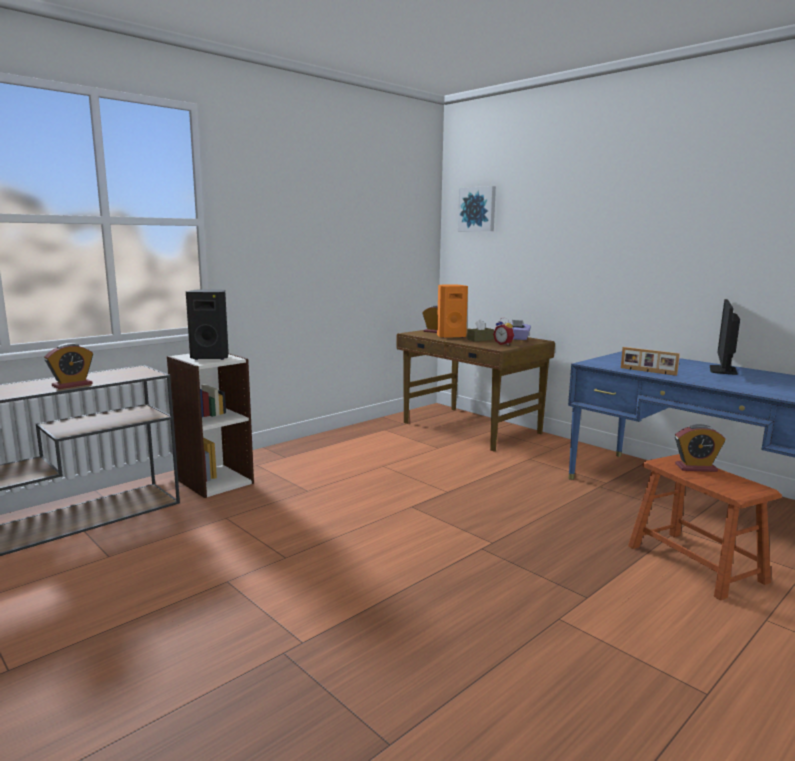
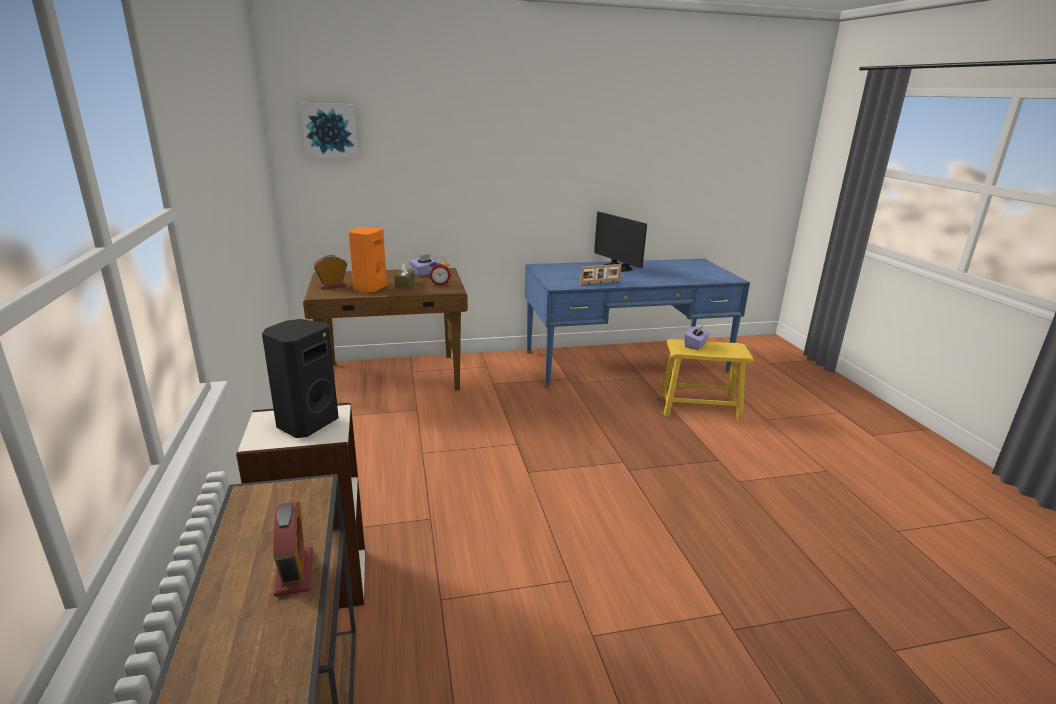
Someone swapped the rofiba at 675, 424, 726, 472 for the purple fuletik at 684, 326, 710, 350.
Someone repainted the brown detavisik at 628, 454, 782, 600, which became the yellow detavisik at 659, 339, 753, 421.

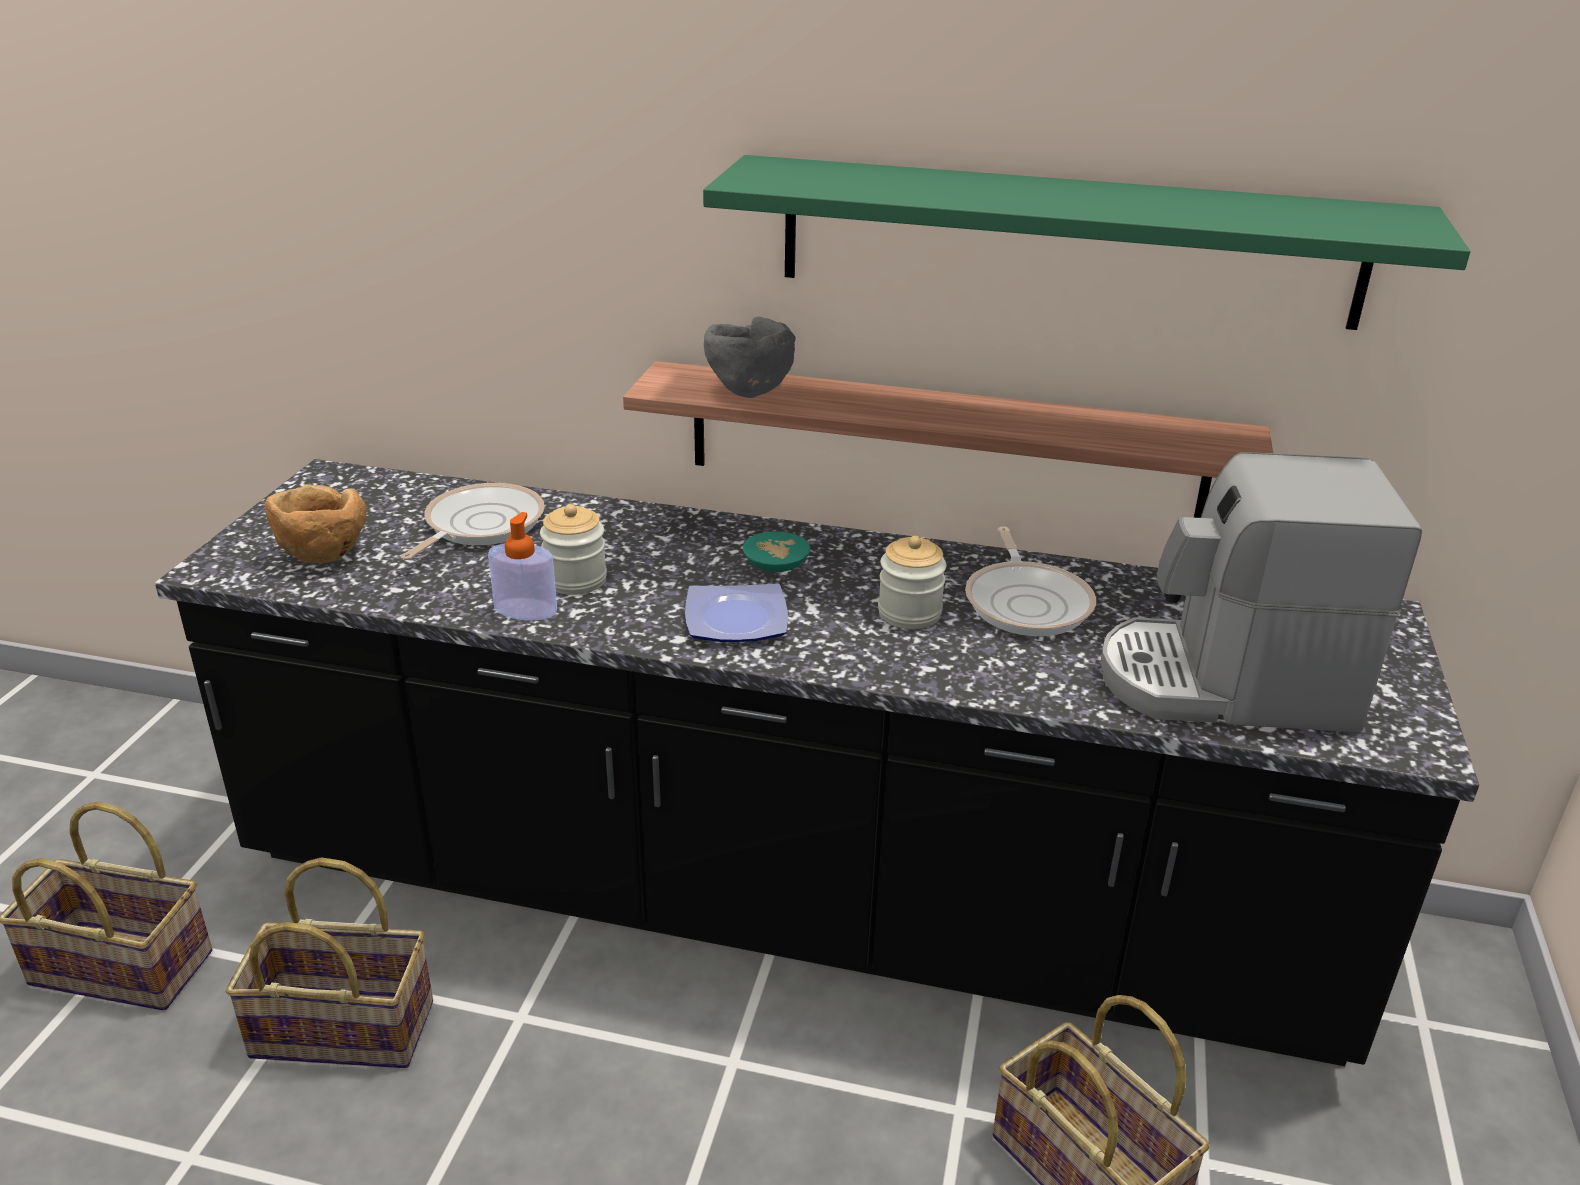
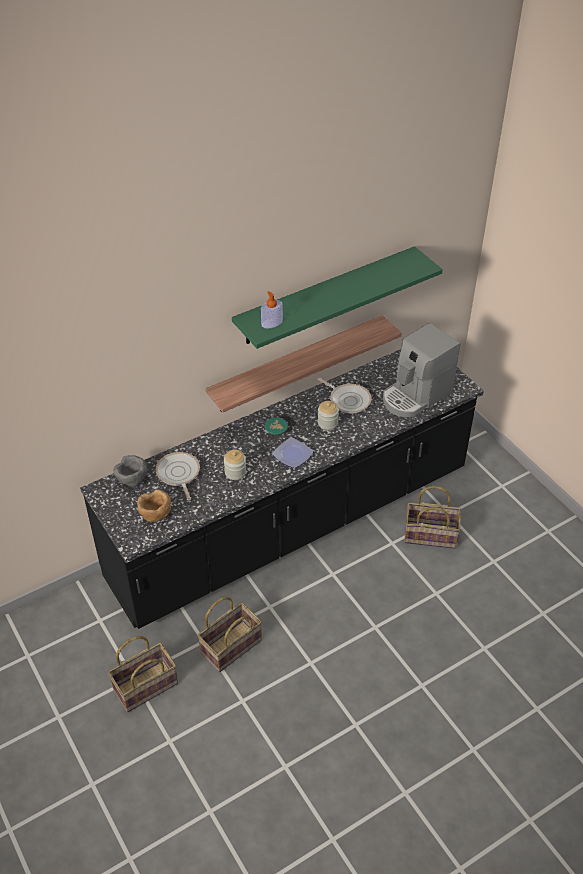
Someone carried the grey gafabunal from 704, 317, 796, 398 to 113, 455, 147, 487.
Someone carried the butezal from 488, 512, 557, 621 to 261, 291, 283, 329.

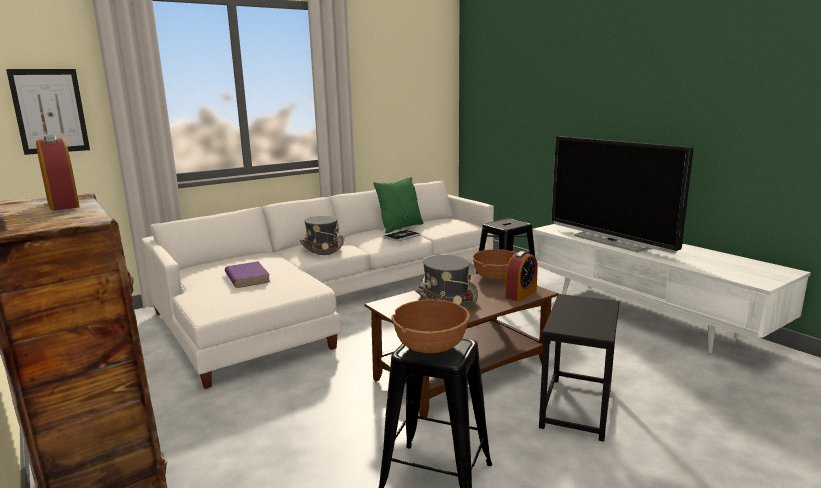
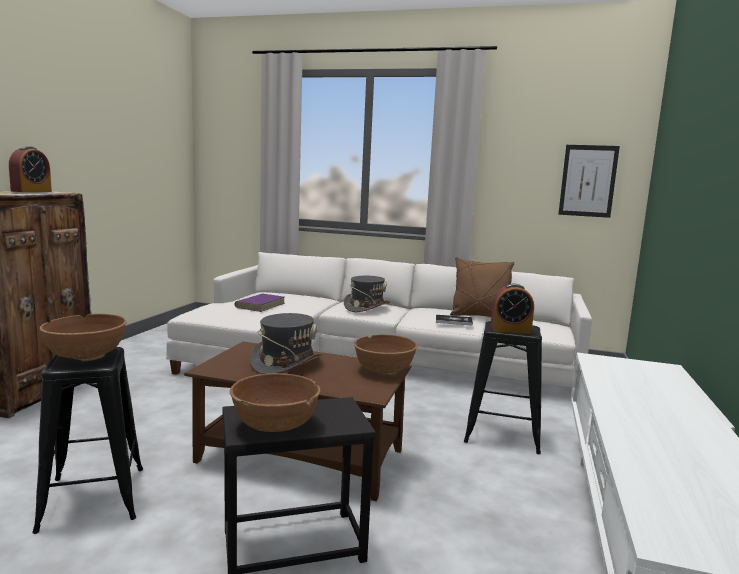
Someone carried the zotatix from 6, 69, 90, 155 to 558, 145, 620, 218.
Someone took away the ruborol at 552, 136, 694, 254.
Someone repainted the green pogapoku at 373, 177, 423, 233, which became the brown pogapoku at 450, 257, 514, 317.
Someone carried the rofiba from 506, 251, 538, 302 to 490, 283, 534, 334.
Someone put down the brown gafabunal at 230, 373, 321, 432.

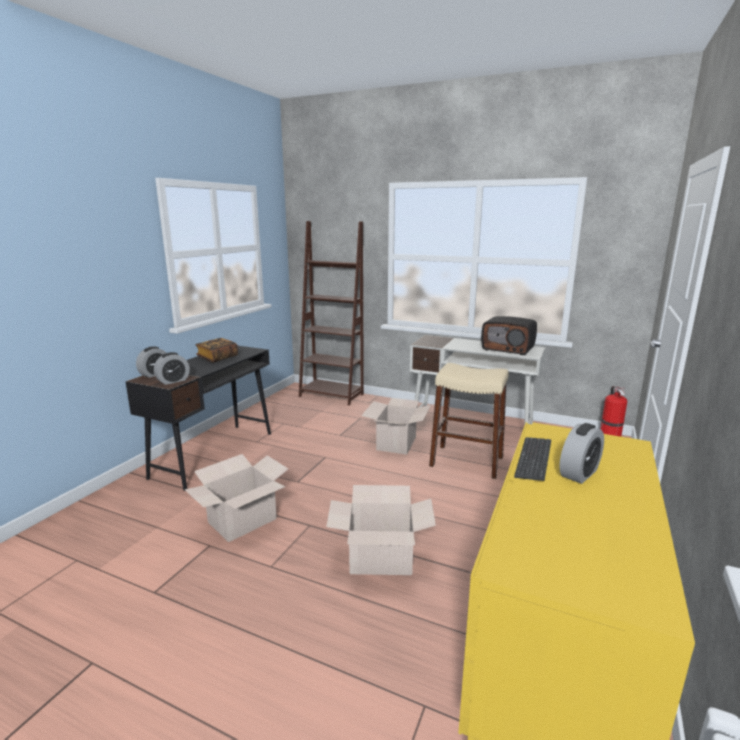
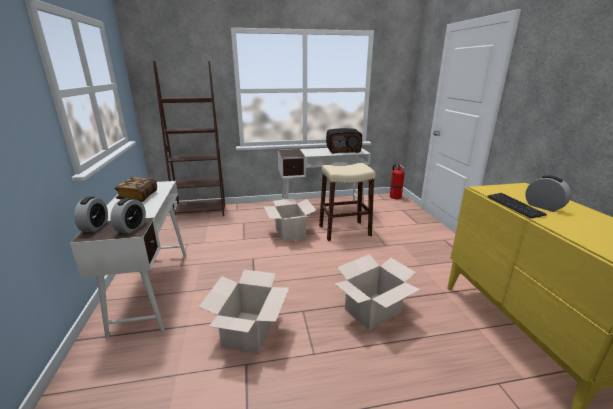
Someone repainted the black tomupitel at 125, 346, 271, 491, which became the white tomupitel at 70, 181, 186, 339.
Someone rotated the rofiba at 559, 423, 604, 484 by 45 degrees counterclockwise.

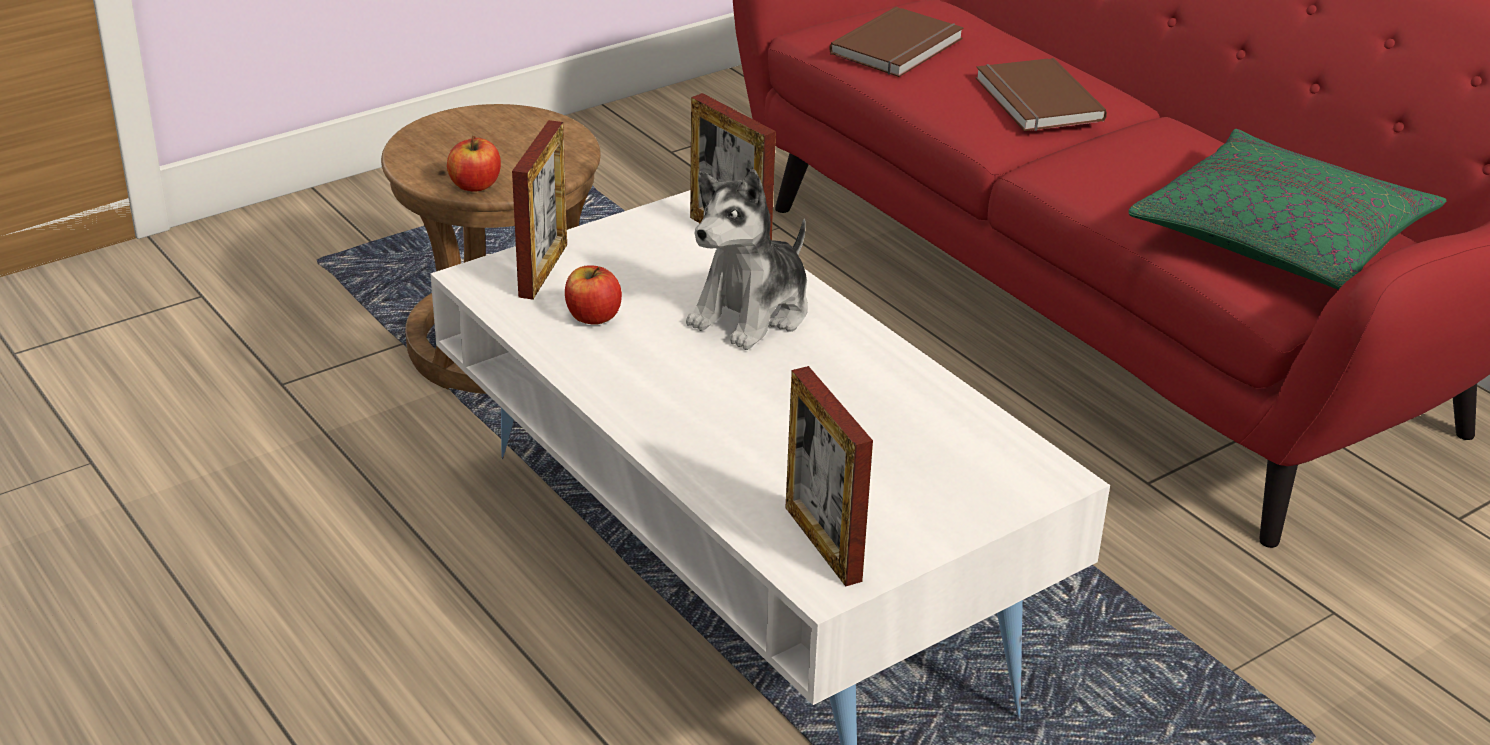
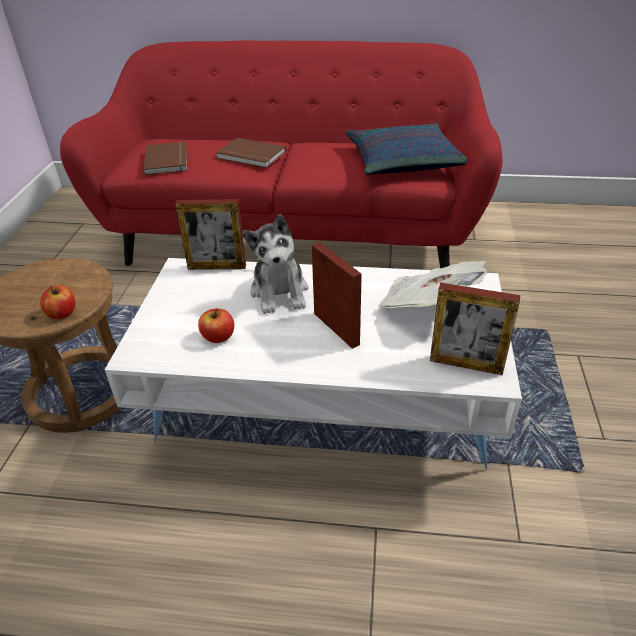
Someone carried the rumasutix from 512, 120, 567, 300 to 312, 242, 362, 349.
Someone repainted the green pogapoku at 1128, 129, 1446, 290, which became the blue pogapoku at 345, 123, 467, 175.
Someone put down the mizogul at 378, 261, 487, 308.

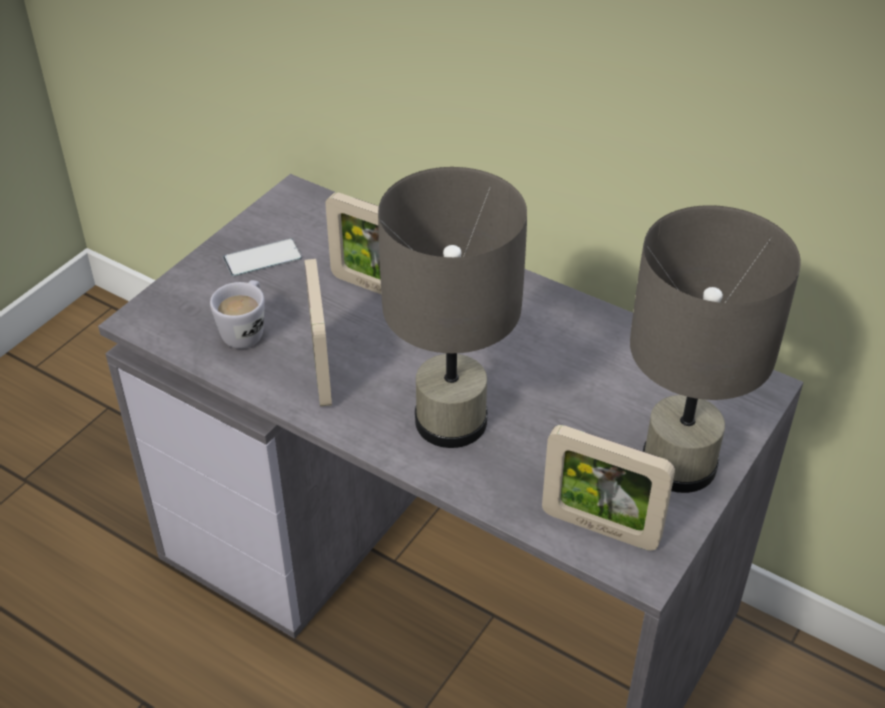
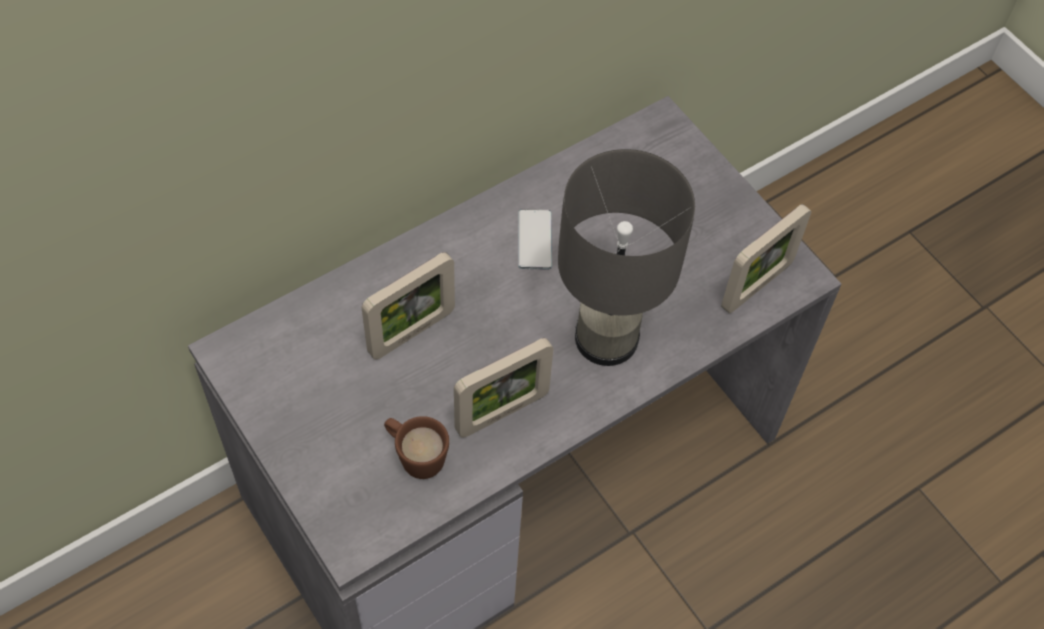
Someone took away the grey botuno at 630, 205, 801, 493.
Someone carried the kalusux from 223, 239, 302, 276 to 518, 209, 552, 270.
Someone rotated the rumasutix at 304, 259, 332, 407 by 135 degrees clockwise.
Someone repainted the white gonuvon at 210, 280, 265, 349, which became the brown gonuvon at 384, 416, 449, 479.

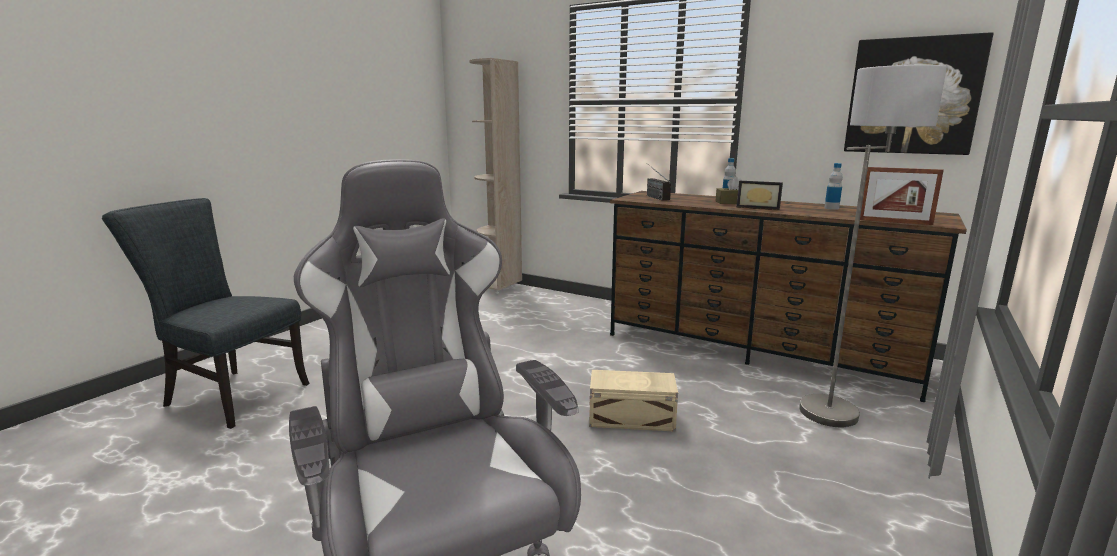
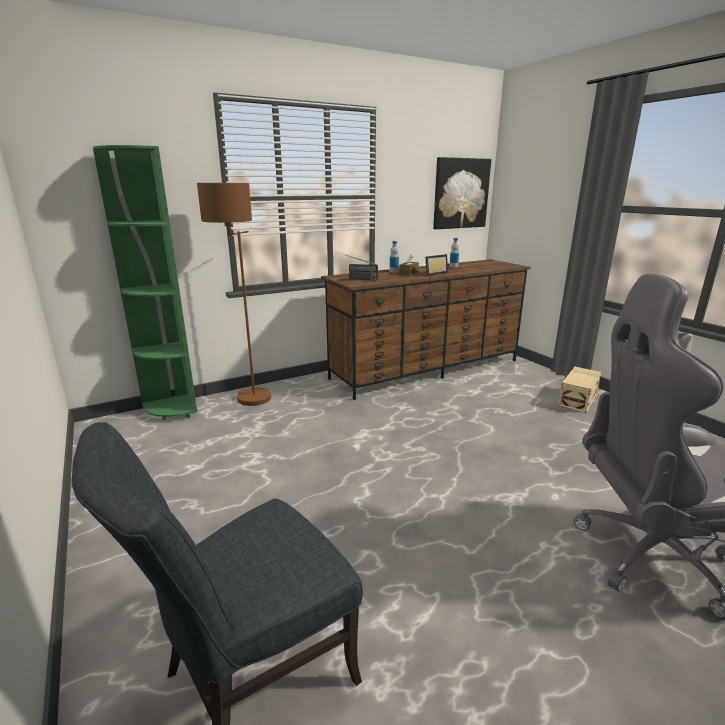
Someone repainted the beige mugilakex at 469, 58, 522, 294, which became the green mugilakex at 93, 145, 197, 420.
Someone took away the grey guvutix at 799, 65, 947, 427.
Someone took away the rumasutix at 860, 167, 944, 225.
Someone carried the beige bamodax from 589, 370, 678, 432 to 558, 367, 601, 413.
Someone put down the brown guvutix at 197, 183, 271, 406.

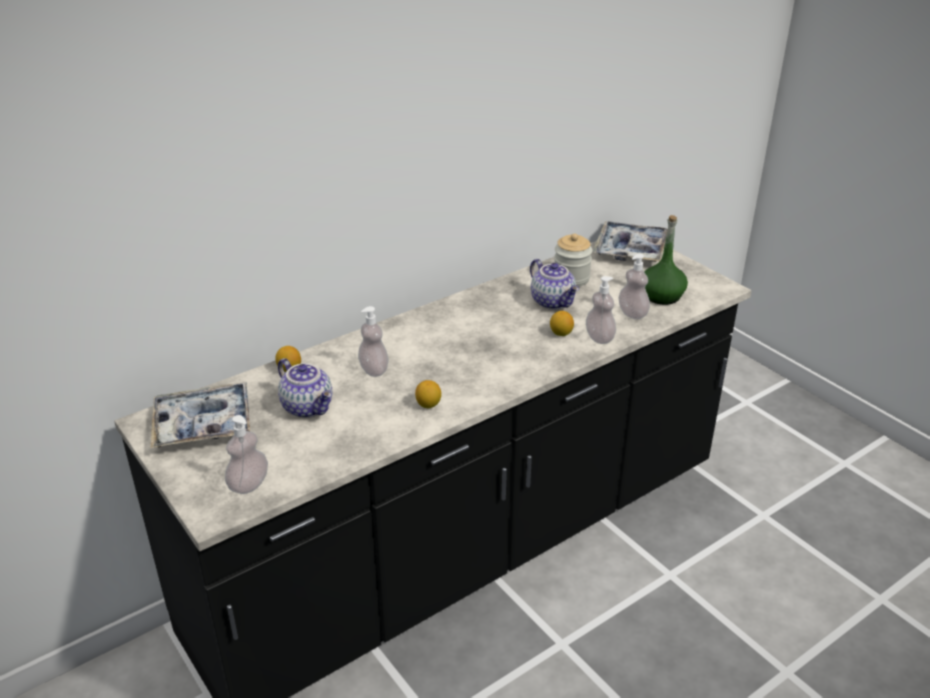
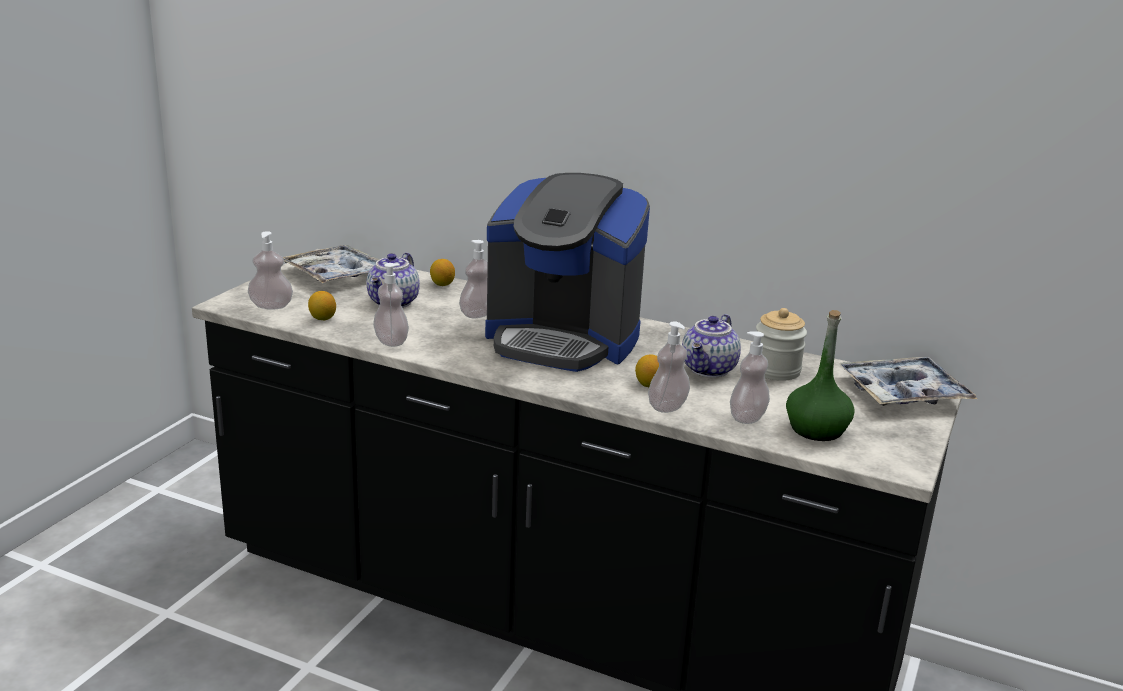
Someone carried the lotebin from 415, 380, 441, 408 to 308, 291, 336, 320.
Someone put down the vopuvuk at 485, 173, 650, 372.
Someone put down the butezal at 373, 263, 409, 347.

